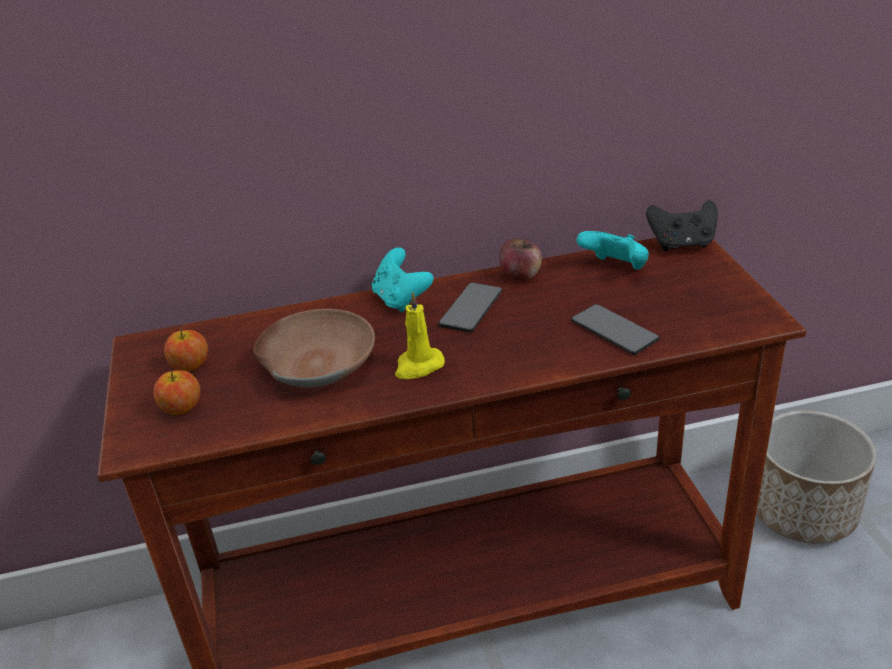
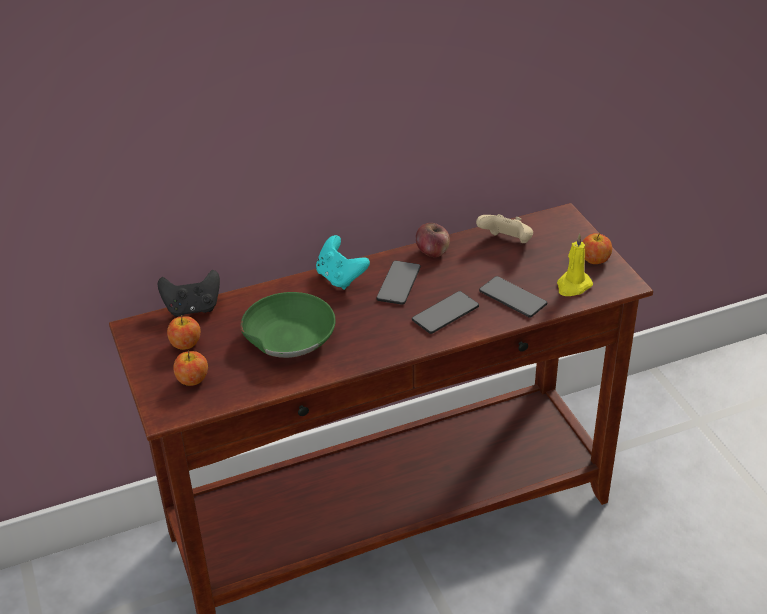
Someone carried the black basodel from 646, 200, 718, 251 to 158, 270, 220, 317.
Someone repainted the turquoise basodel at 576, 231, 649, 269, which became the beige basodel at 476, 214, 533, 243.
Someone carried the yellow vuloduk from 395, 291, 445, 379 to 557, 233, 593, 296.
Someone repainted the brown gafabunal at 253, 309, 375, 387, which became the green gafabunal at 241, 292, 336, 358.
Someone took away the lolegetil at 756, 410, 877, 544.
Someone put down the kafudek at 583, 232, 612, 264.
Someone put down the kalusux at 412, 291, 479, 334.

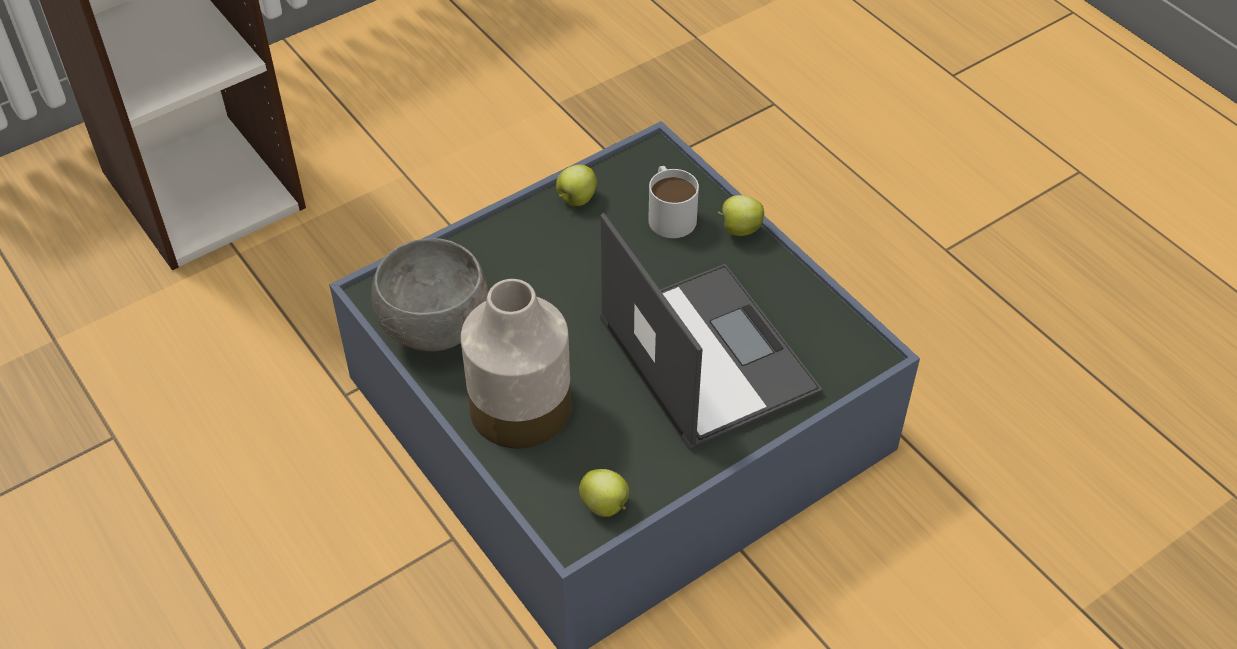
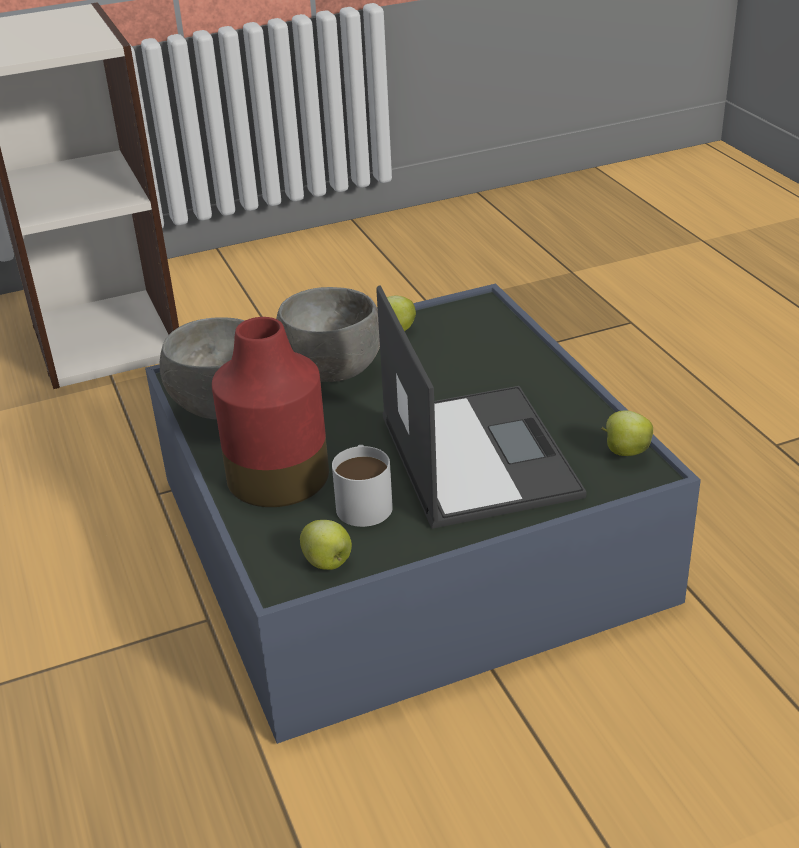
Someone carried the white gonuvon from 648, 166, 699, 238 to 332, 445, 393, 527.
Someone carried the kafudek from 717, 195, 764, 236 to 601, 411, 653, 456.
Someone repainted the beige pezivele at 461, 279, 571, 449, which became the red pezivele at 212, 317, 329, 507.
Someone put down the grey gafabunal at 276, 287, 380, 382.

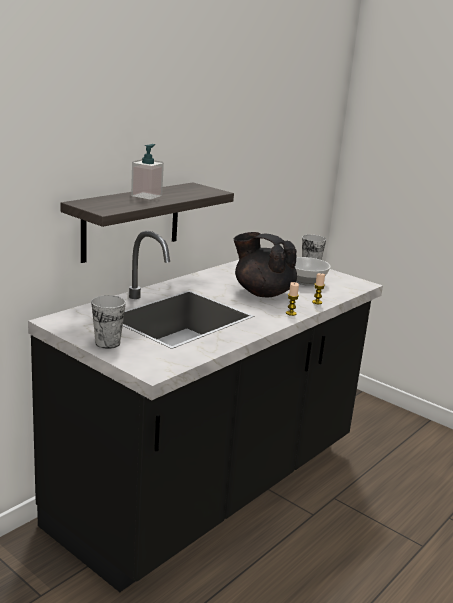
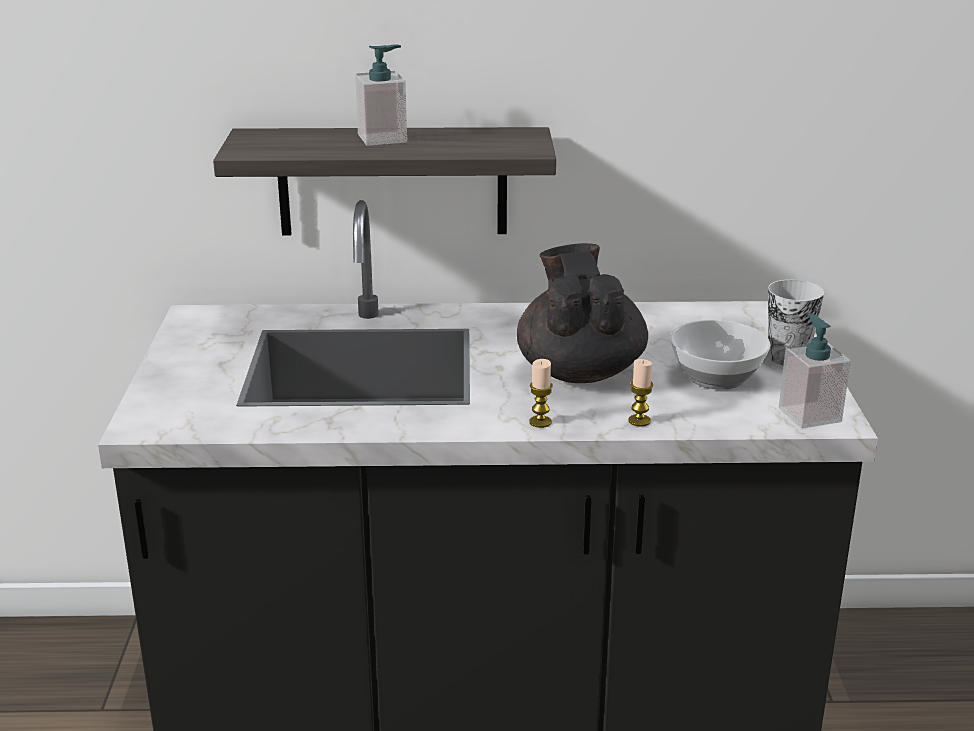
Someone took away the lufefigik at 91, 295, 126, 349.
Someone put down the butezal at 779, 314, 851, 428.

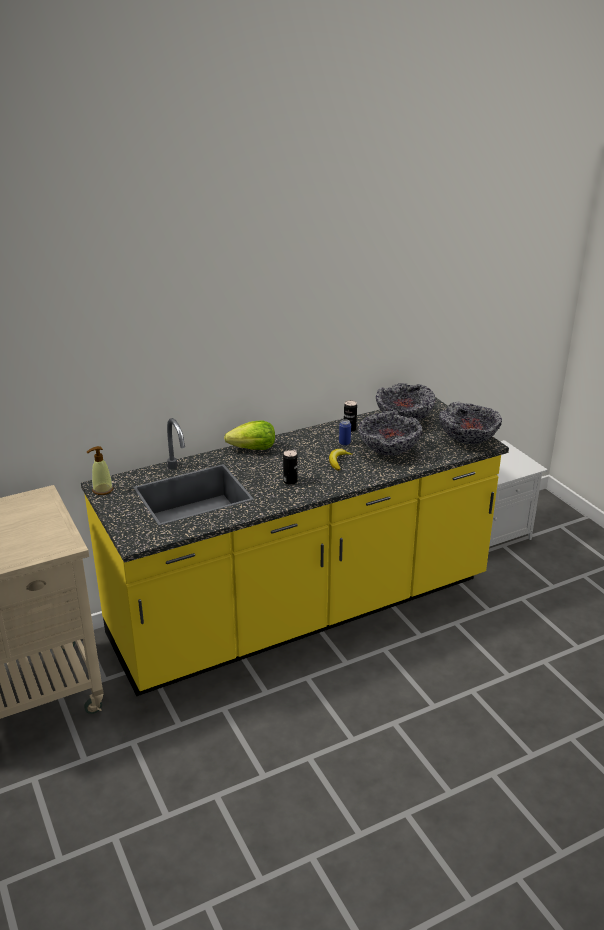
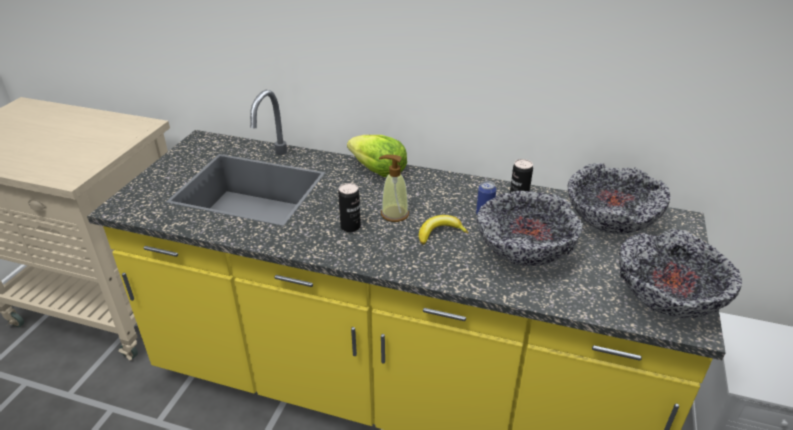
Someone carried the butezal from 87, 446, 113, 495 to 379, 155, 409, 222.

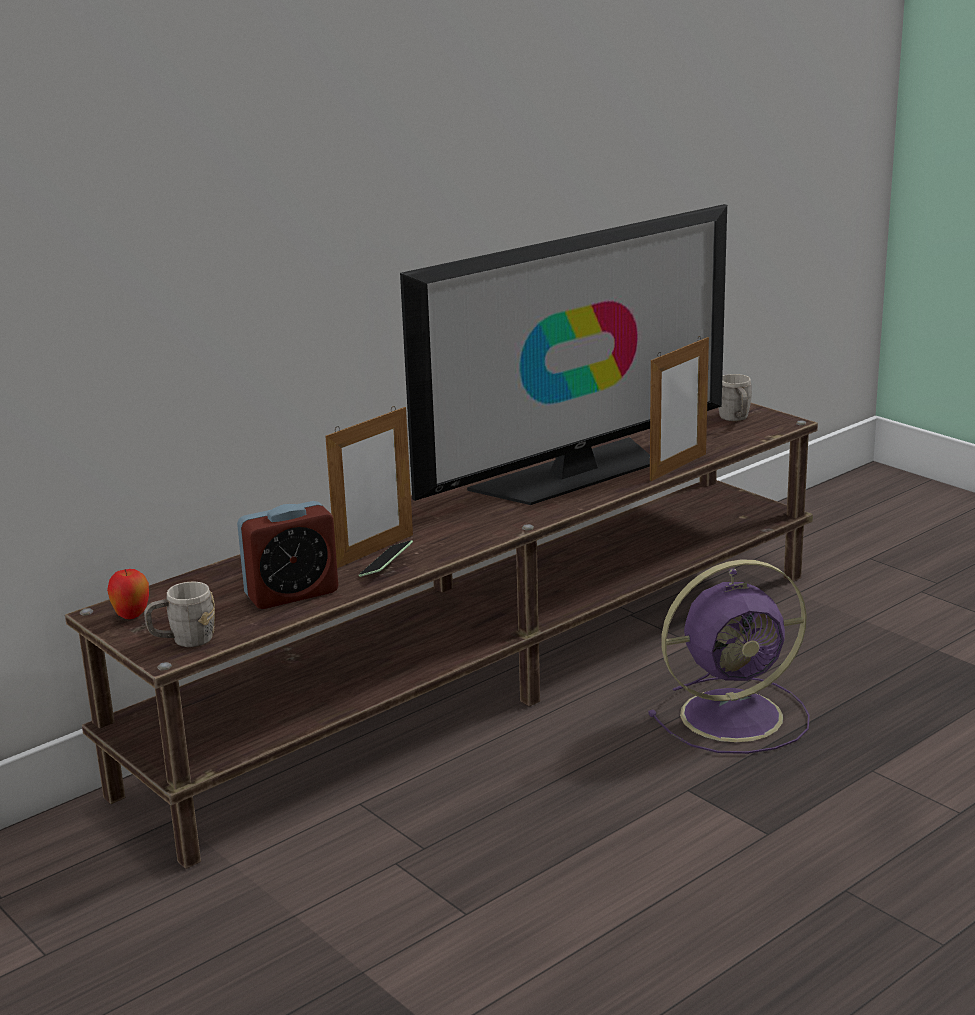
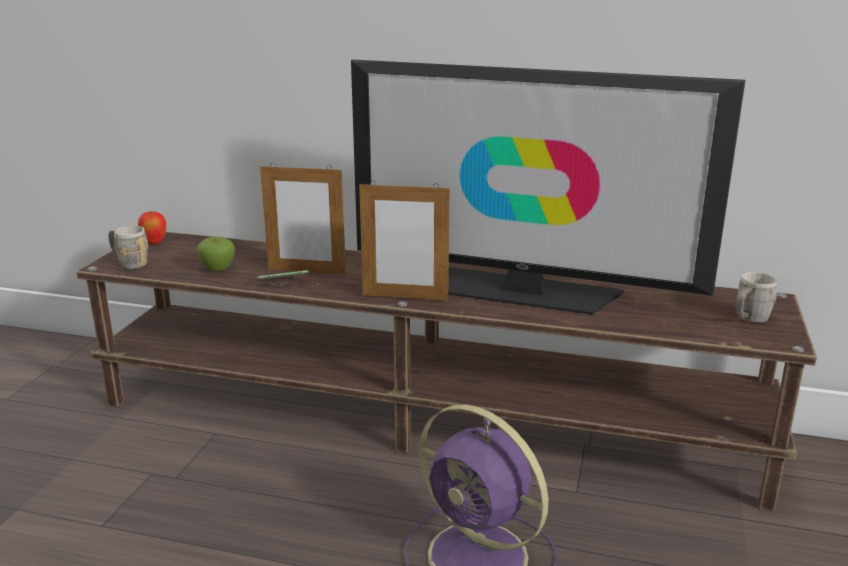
Someone carried the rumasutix from 650, 336, 709, 481 to 359, 181, 450, 300.
Someone swapped the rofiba at 237, 501, 338, 609 for the kafudek at 196, 237, 235, 271.

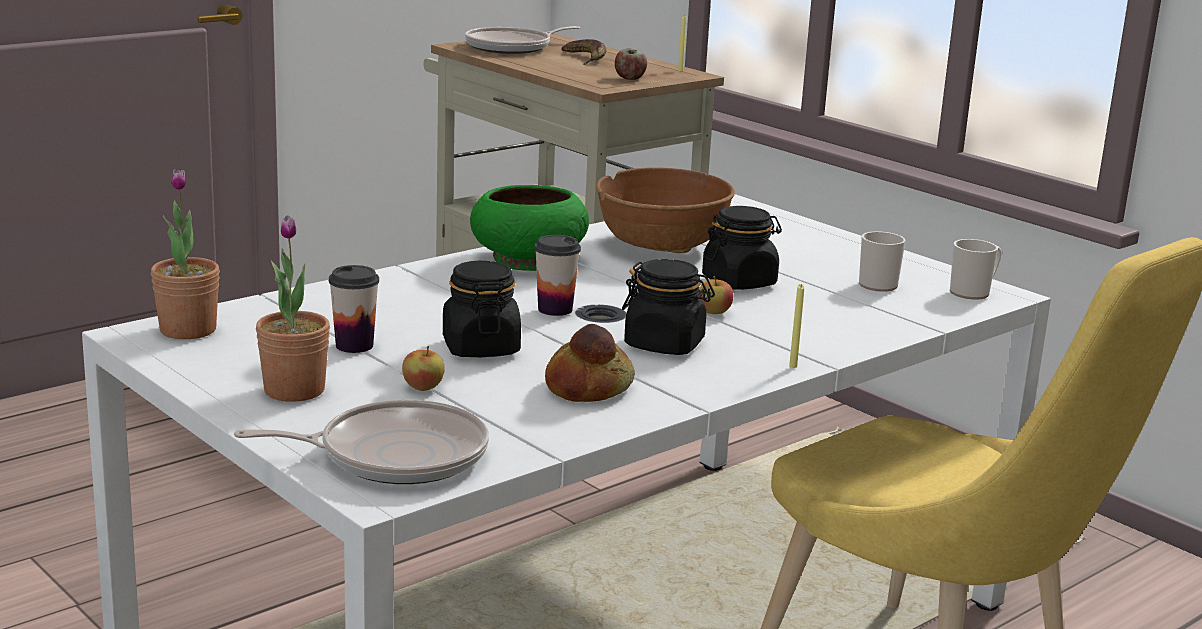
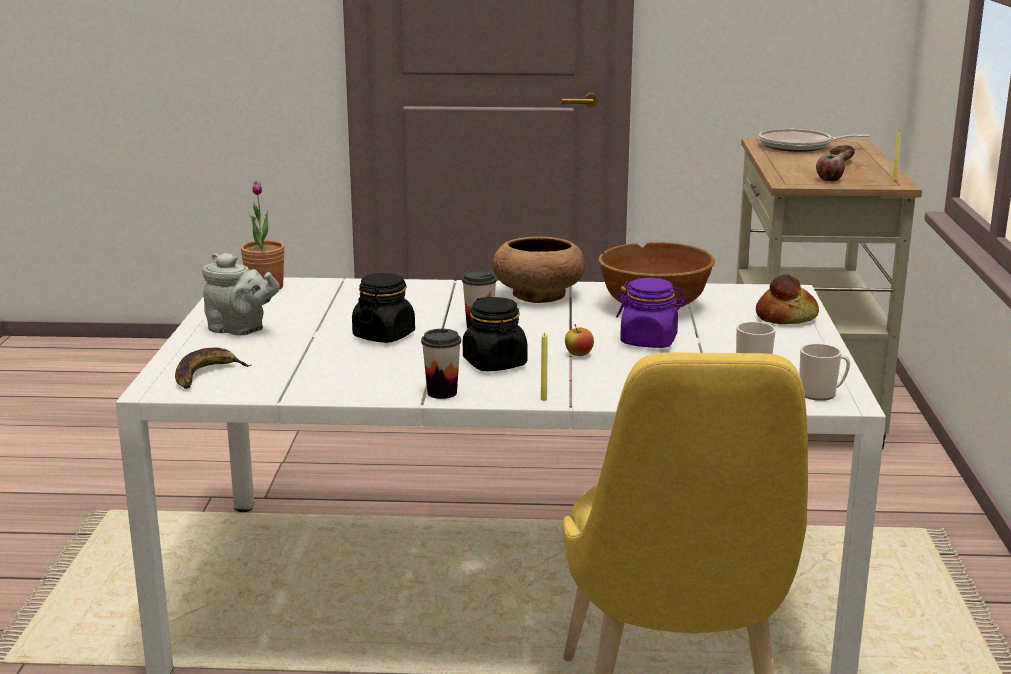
Someone repainted the green gafabunal at 470, 185, 589, 271, which became the brown gafabunal at 493, 237, 585, 303.
Someone repainted the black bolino at 702, 206, 782, 290, which became the purple bolino at 616, 278, 686, 348.
Someone swapped the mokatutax at 256, 215, 330, 402 for the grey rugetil at 203, 253, 280, 335.
Someone carried the lufefigik from 329, 265, 379, 353 to 421, 329, 461, 399.
Someone carried the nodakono from 545, 324, 635, 402 to 756, 274, 819, 324.
Someone took away the kafudek at 402, 346, 445, 391.
Someone swapped the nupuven at 234, 400, 489, 484 for the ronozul at 175, 348, 251, 389.

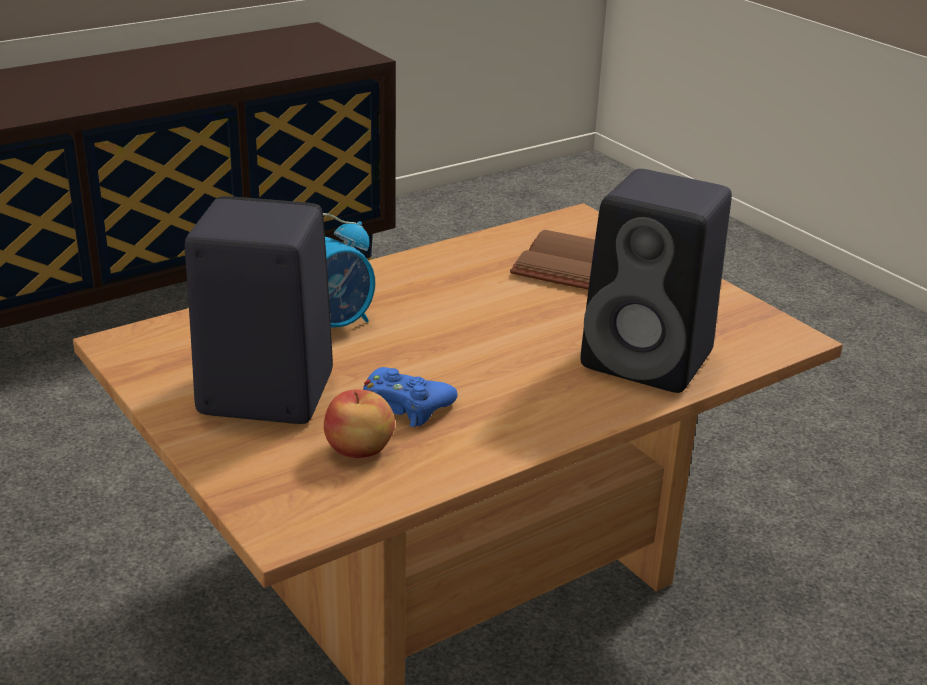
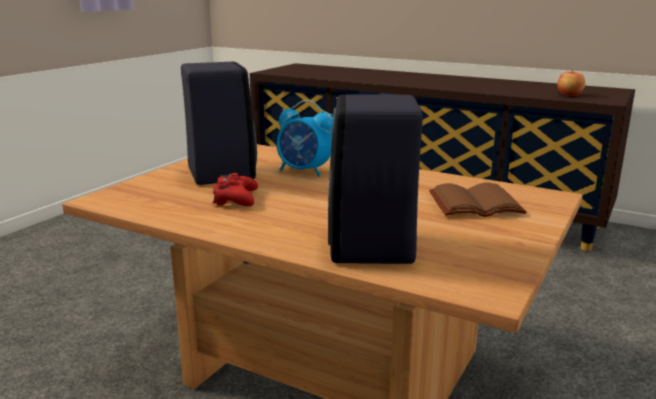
Someone repainted the blue basodel at 363, 367, 458, 427, which became the red basodel at 213, 173, 258, 206.
Someone carried the kafudek from 324, 389, 395, 458 to 557, 69, 585, 96.

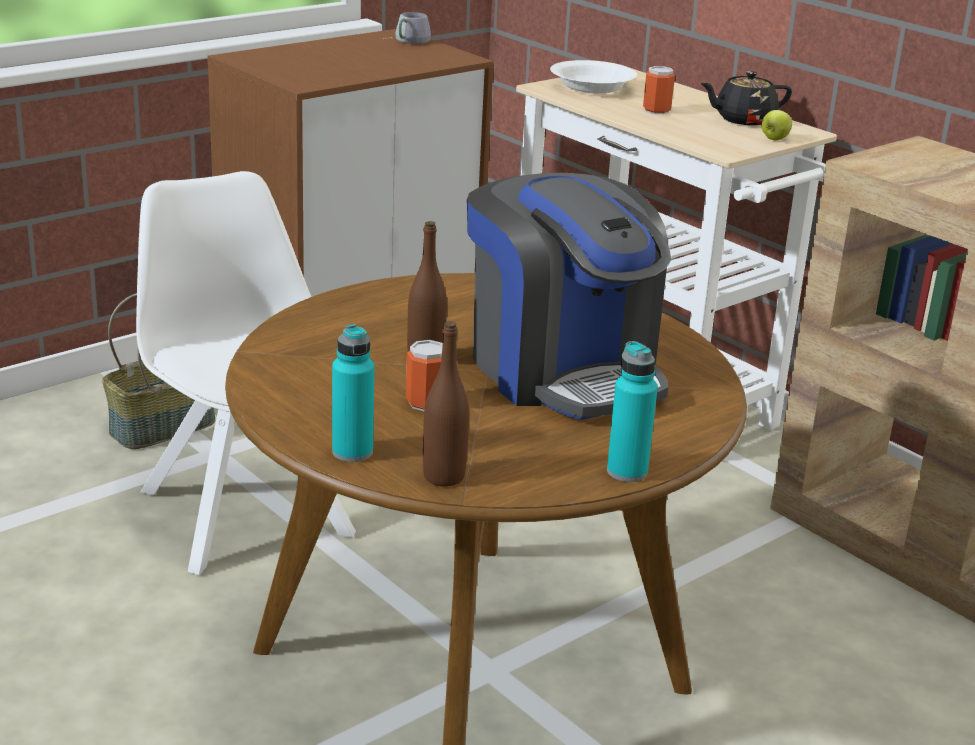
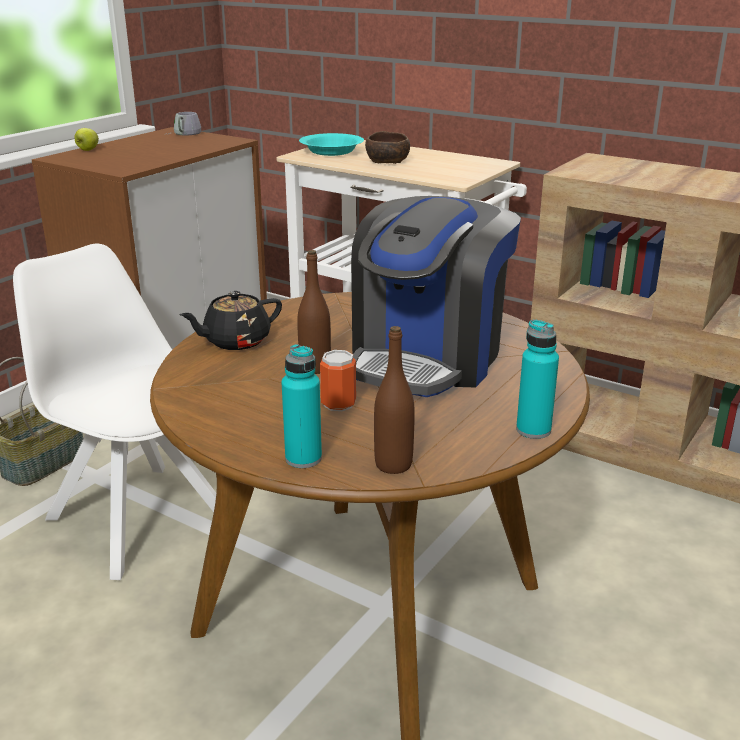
Someone repainted the white gafabunal at 550, 60, 637, 93, which became the turquoise gafabunal at 299, 133, 364, 156.
Someone swapped the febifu at 643, 66, 675, 114 for the brown gafabunal at 365, 131, 410, 164.
Someone carried the black rugetil from 700, 71, 792, 125 to 180, 291, 282, 350.
Someone carried the kafudek from 762, 110, 792, 141 to 75, 128, 99, 151.
Someone rotated the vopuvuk at 467, 173, 671, 420 by 75 degrees clockwise.

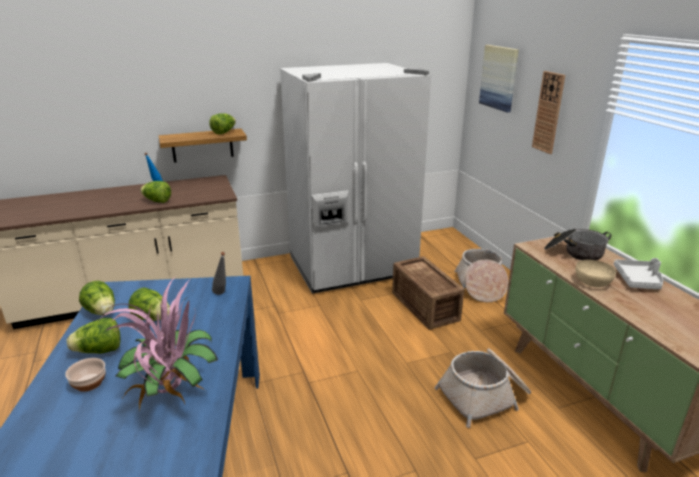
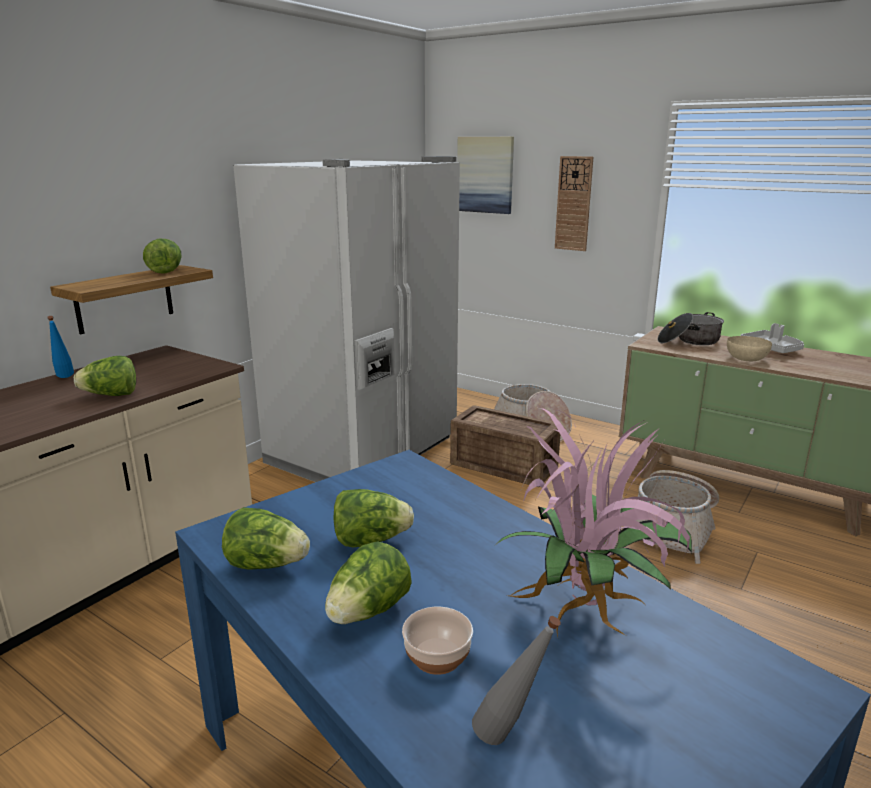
Someone carried the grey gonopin from 212, 252, 226, 295 to 472, 616, 561, 745.

